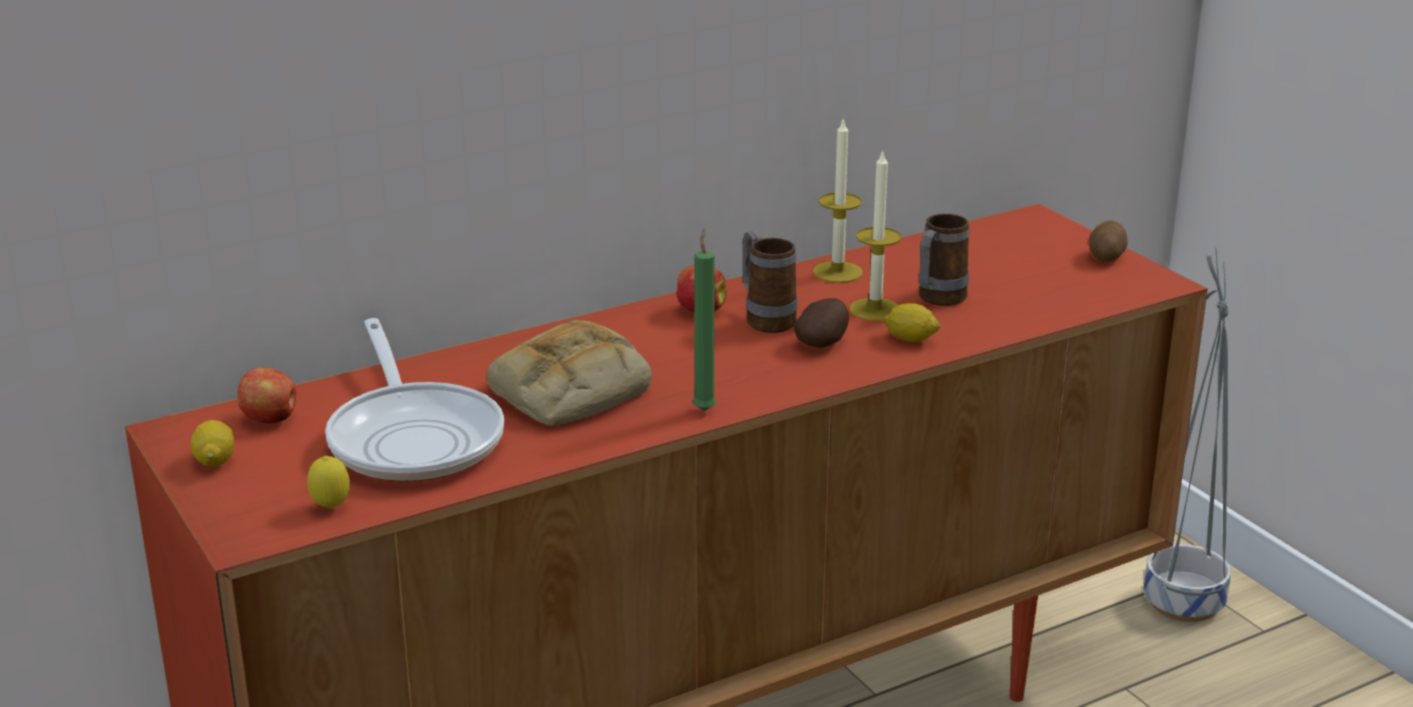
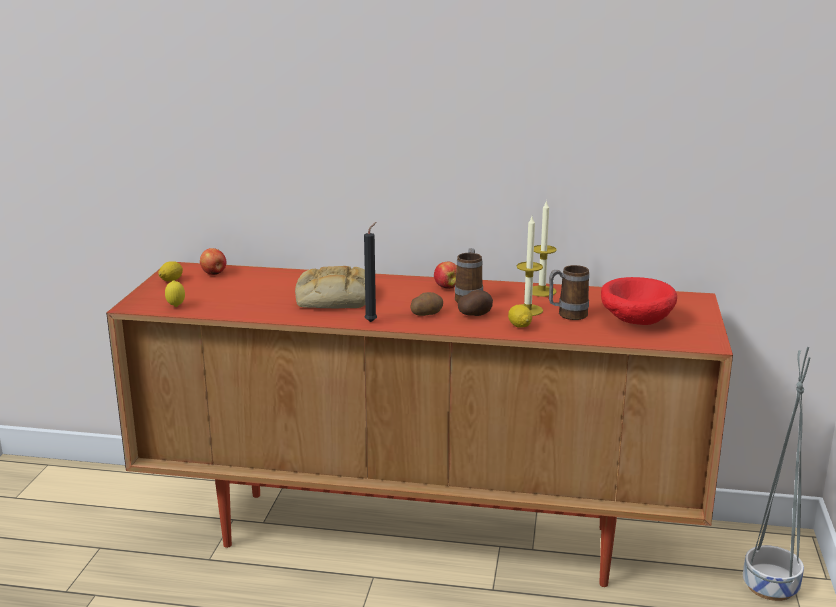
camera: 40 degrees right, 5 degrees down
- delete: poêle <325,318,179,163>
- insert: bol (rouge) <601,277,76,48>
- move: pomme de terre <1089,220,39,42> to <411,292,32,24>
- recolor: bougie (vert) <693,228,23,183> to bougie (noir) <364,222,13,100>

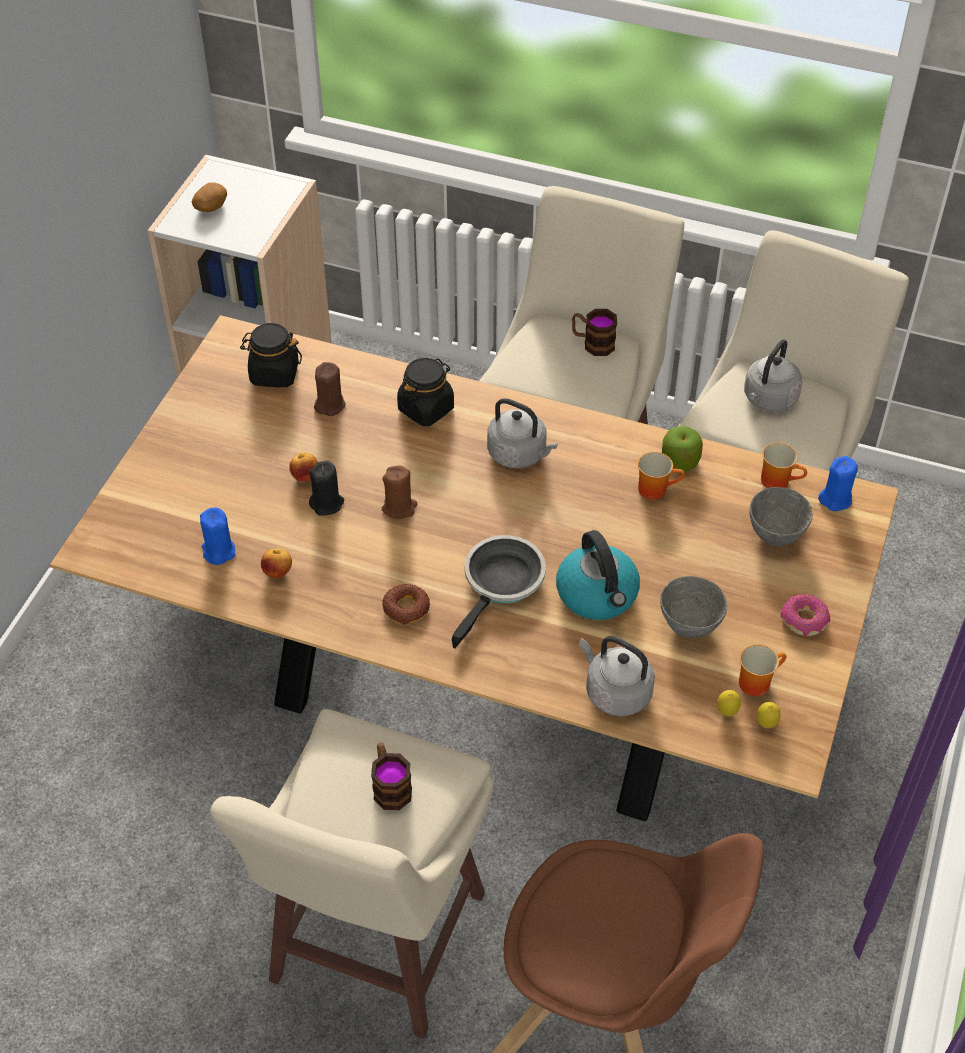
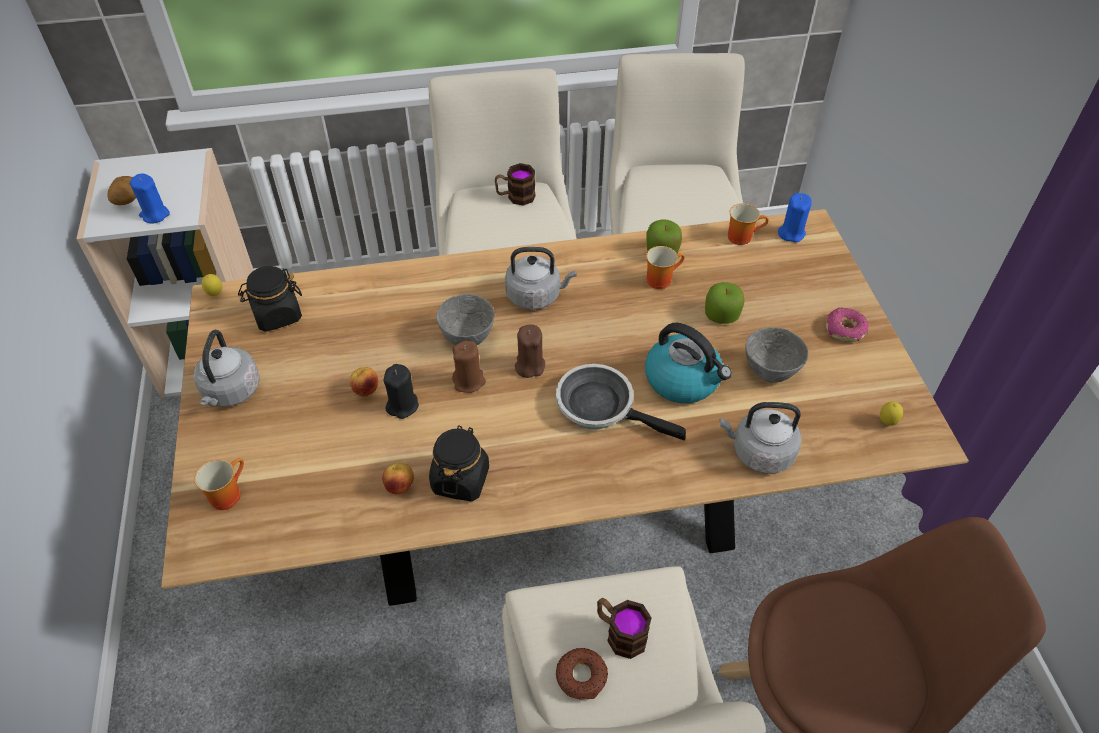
camera: 30 degrees left, 0 degrees up
- insert: pomme <705,282,40,42>
- move: bougie (bleu) <200,508,35,57> to <129,173,41,50>
- move: bougie (marron) <314,362,32,54> to <515,324,30,54>
- move: beignet <383,584,47,41> to <556,648,52,52>
- move: bocal (noir) <397,358,57,68> to <429,425,60,76>
- move: citron <717,690,24,26> to <202,274,20,22>
- move: mug <739,644,48,52> to <194,458,50,52>
- move: bouilloire (gris) <744,339,58,72> to <193,330,67,77>
- move: bol (gris) <749,487,64,59> to <436,294,59,51>
- rotate: poêle <451,535,95,113> = <556,364,130,77> 60 degrees counterclockwise

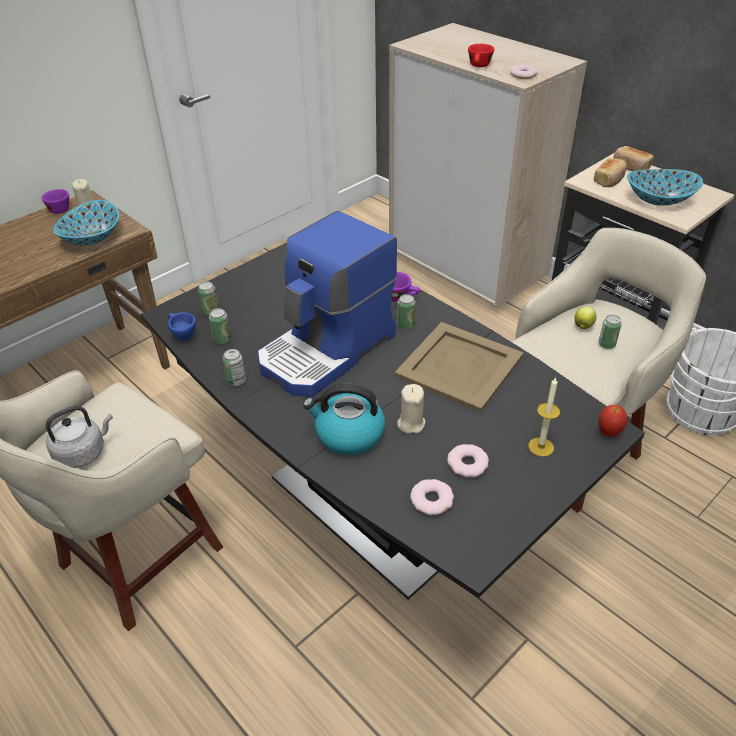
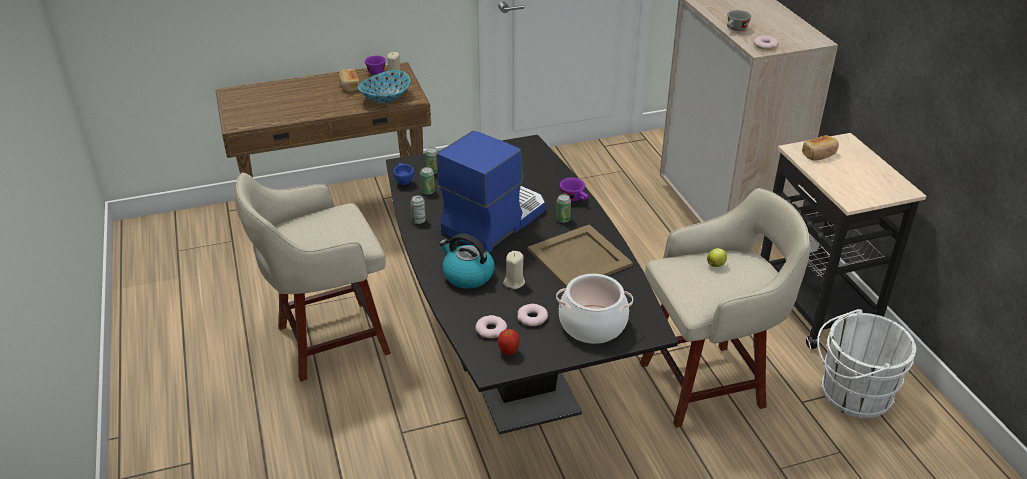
camera: 25 degrees right, 5 degrees down
- delete: bouilloire (gris) <45,406,68,62>
- delete: boîte métallique <598,315,24,34>
- delete: bol <627,169,76,37>
- move: pomme <599,405,28,32> to <497,329,23,26>
- move: pain <613,146,41,25> to <339,69,21,23>
- replace: bougie <528,377,32,80> to marmite <556,274,77,70>
- recolor: tasse (rouge) <468,44,26,23> to tasse (gris) <727,10,24,21>
- rotate: machine à café <258,211,139,186> = <437,131,108,122> 150 degrees clockwise

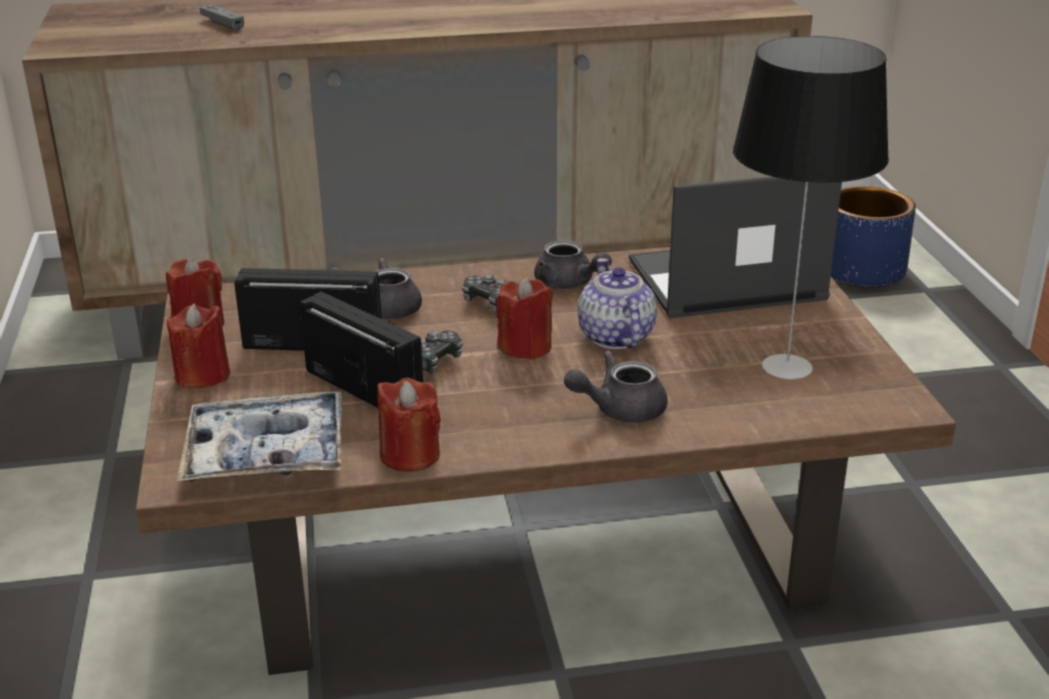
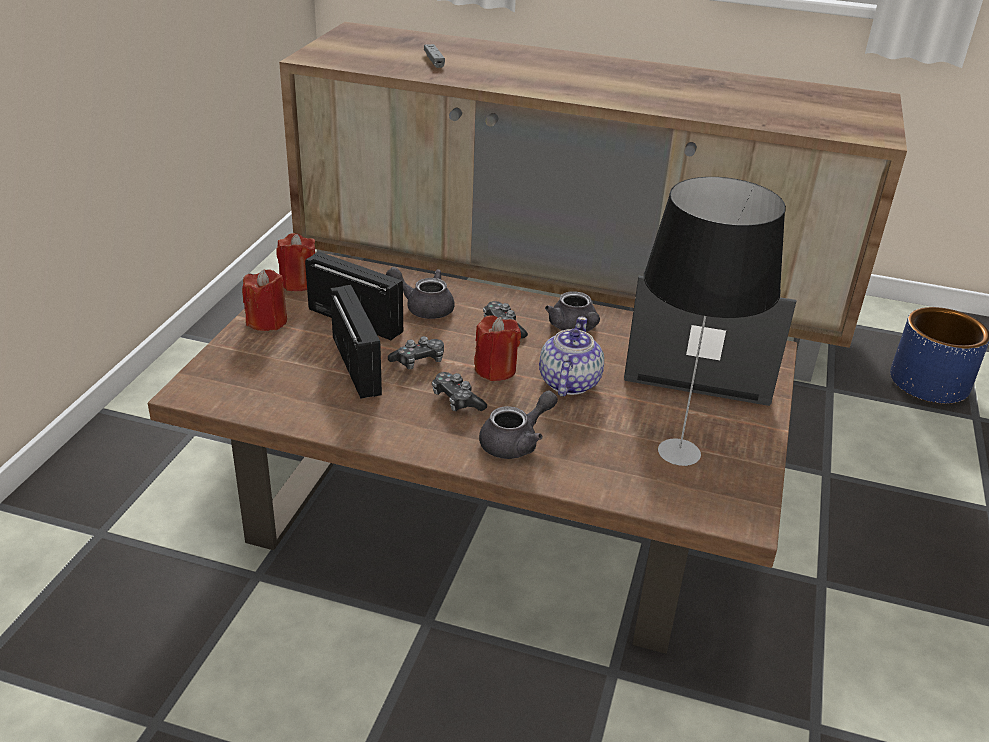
camera: 25 degrees right, 5 degrees up
- delete: plateau <177,391,165,91>
- delete: bougie (rouge) <377,378,64,94>
- insert: manette <432,372,55,39>
- rotate: théière (gris) <564,351,104,72> = <479,391,79,68> 135 degrees clockwise

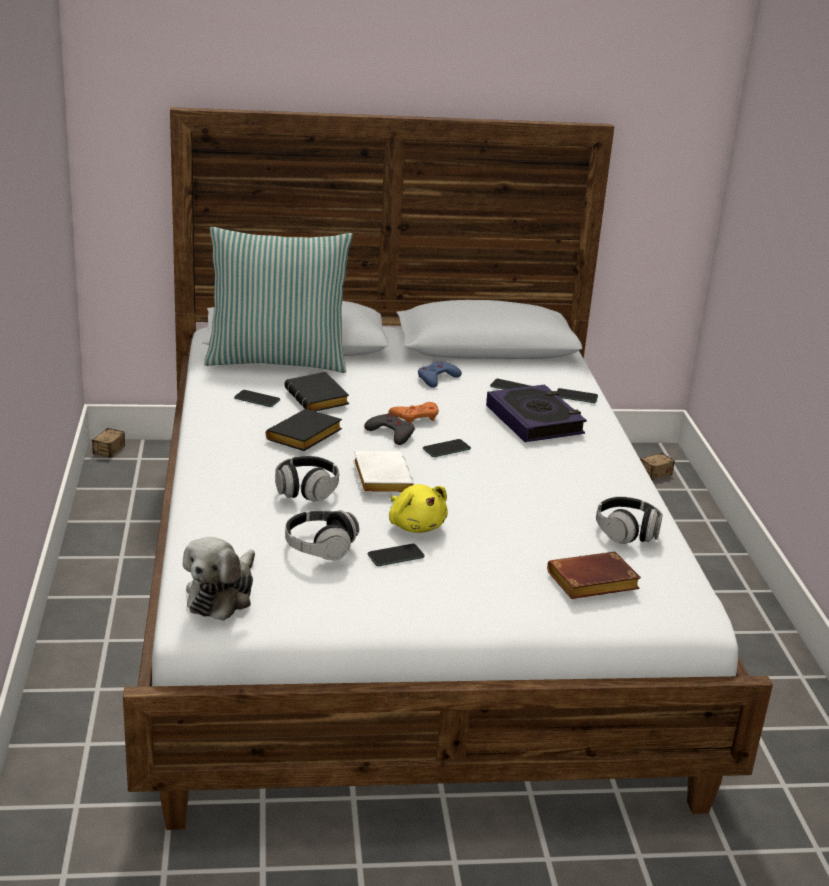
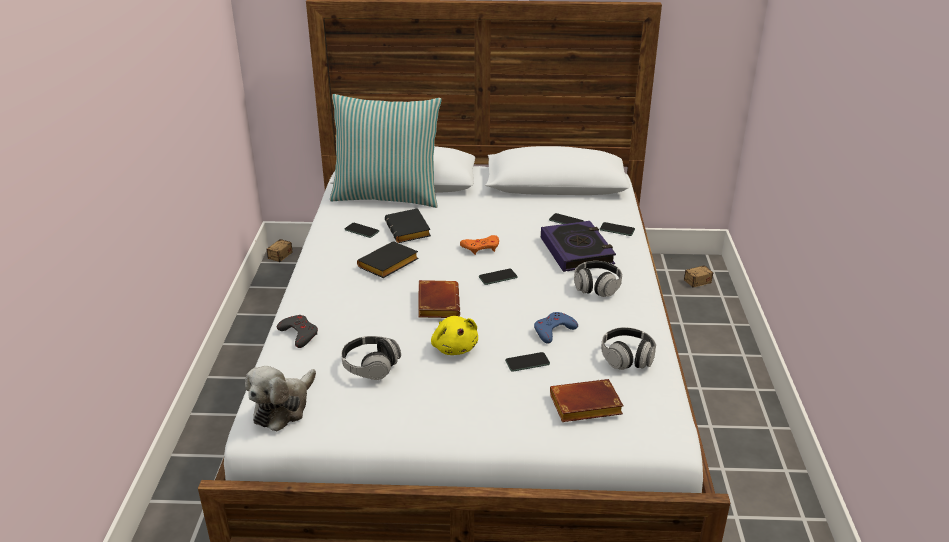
camera: 10 degrees right, 5 degrees up
- move: casque audio <275,456,64,46> to <574,261,48,36>
- move: manette (gris) <364,413,51,32> to <277,315,41,33>
- move: téléphone <368,544,57,22> to <505,352,45,20>
- move: manette (bleu) <418,362,44,26> to <534,312,44,32>
- recolor: livre (blanc) <353,451,62,42> to livre (marron) <418,280,42,38>

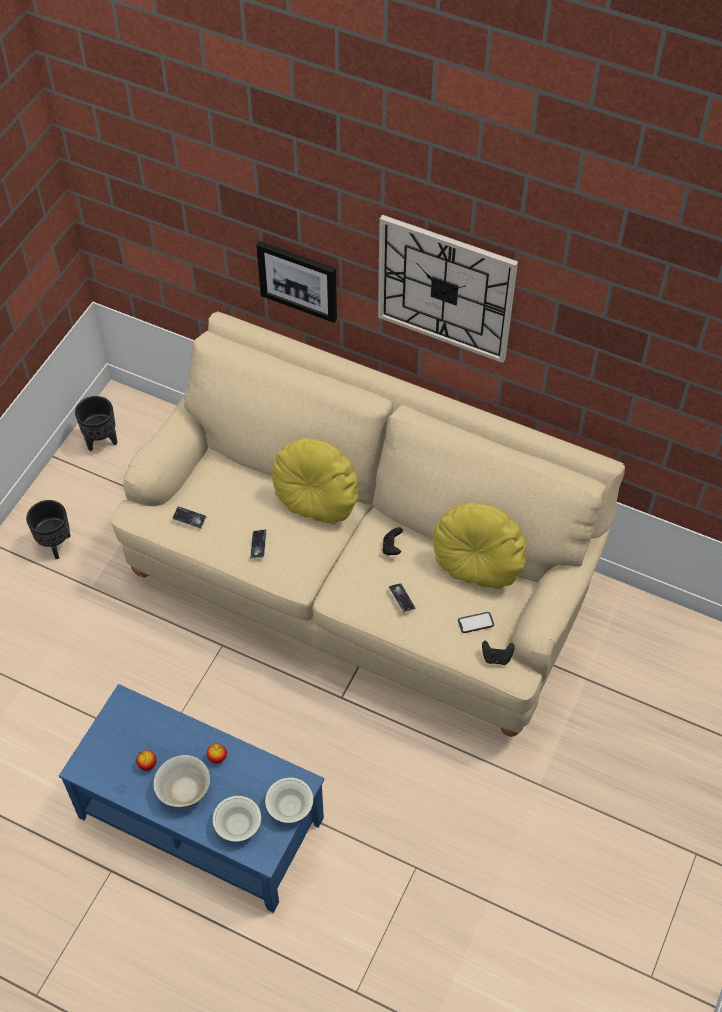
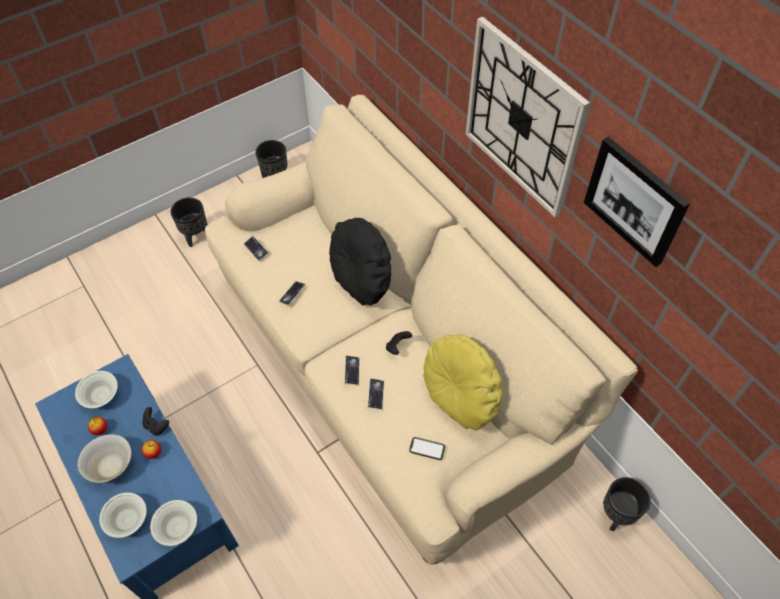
camera: 30 degrees right, 0 degrees up
- insert: bol (blanc) <75,371,43,37>
- insert: téléphone <344,356,16,29>
- insert: cache-pot (noir) <603,477,48,54>
- move: tableau <256,241,81,82> to <584,136,106,131>
- move: manette (noir) <482,640,33,25> to <143,407,26,29>
- recolor: coussin (jaune) <272,438,87,87> to coussin (noir) <329,218,62,87>

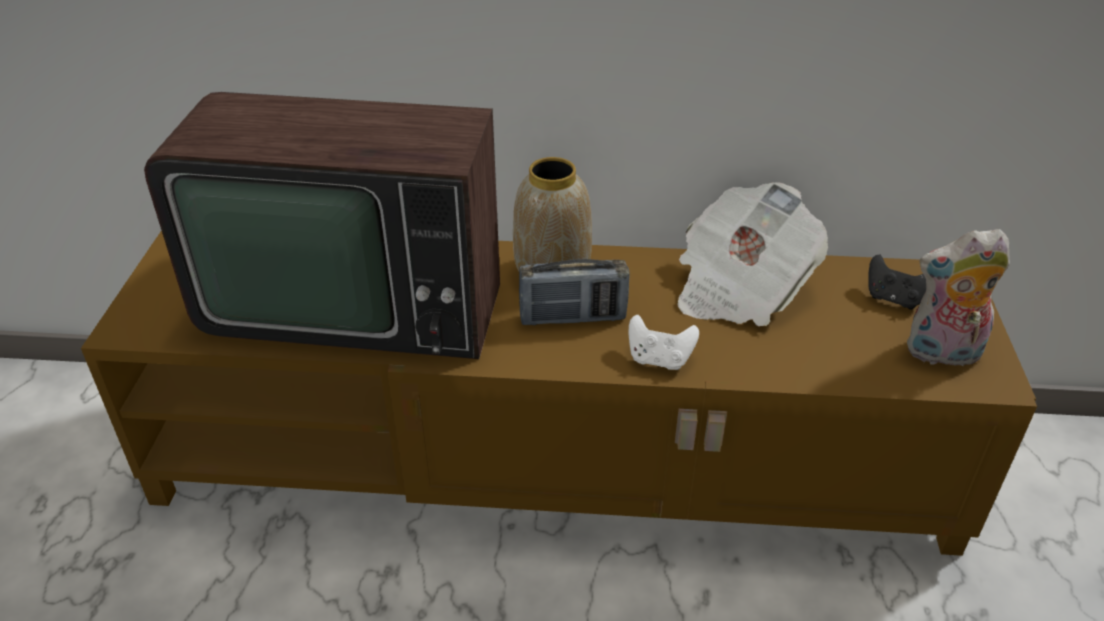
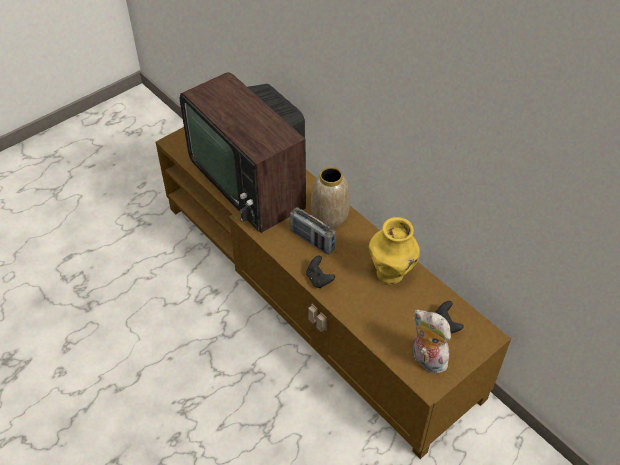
camera: 45 degrees right, 10 degrees up
- replace: journal <677,182,151,144> to vase (jaune) <369,217,51,68>
- recolor: manette (blanc) <629,315,70,55> to manette (noir) <306,256,29,32>

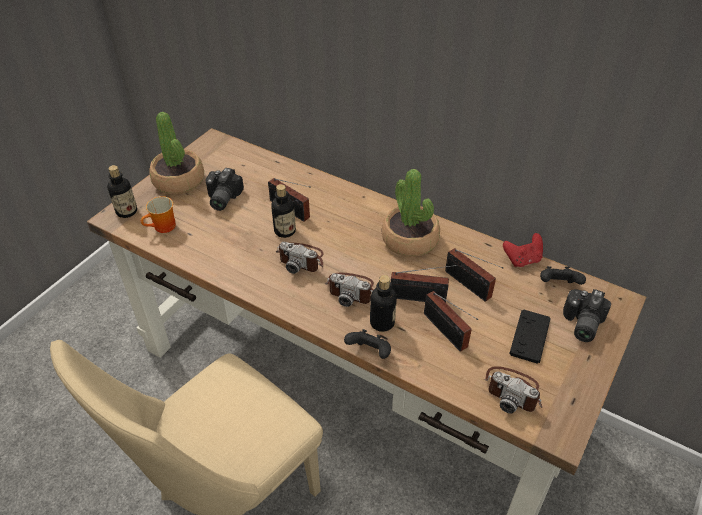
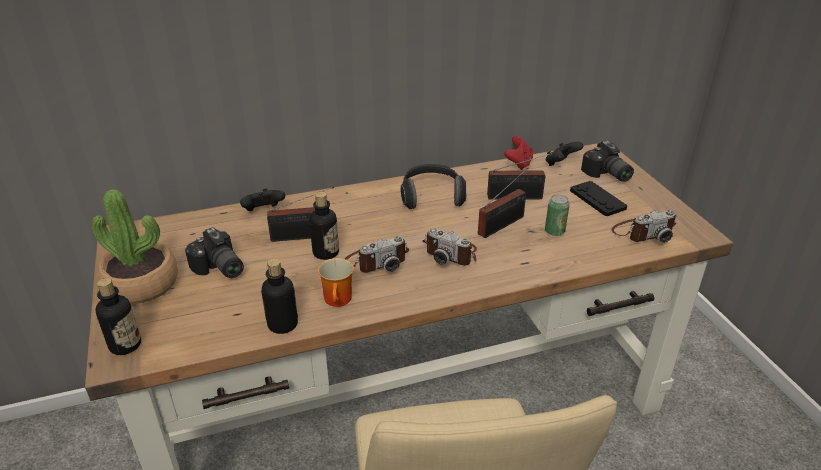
camera: 50 degrees left, 10 degrees down
- move: mug <141,196,35,37> to <318,258,36,49>
- move: manette (noir) <344,329,47,30> to <240,189,45,22>
- move: bouteille <370,275,27,57> to <261,259,37,75>
- replace: plante en pot <382,169,58,88> to casque audio <400,164,67,45>
- replace: radio <424,291,54,61> to boîte métallique <545,194,25,42>
- rotate: appareil photo <325,273,49,34> = <422,228,55,38> 60 degrees clockwise

